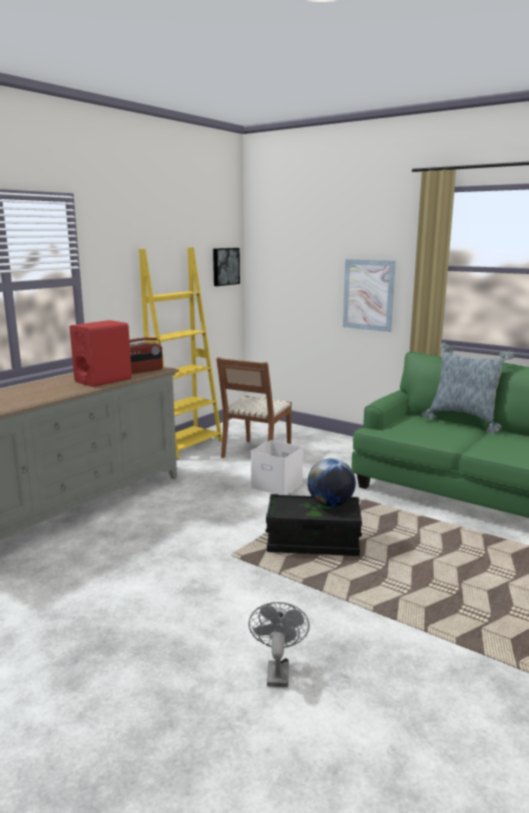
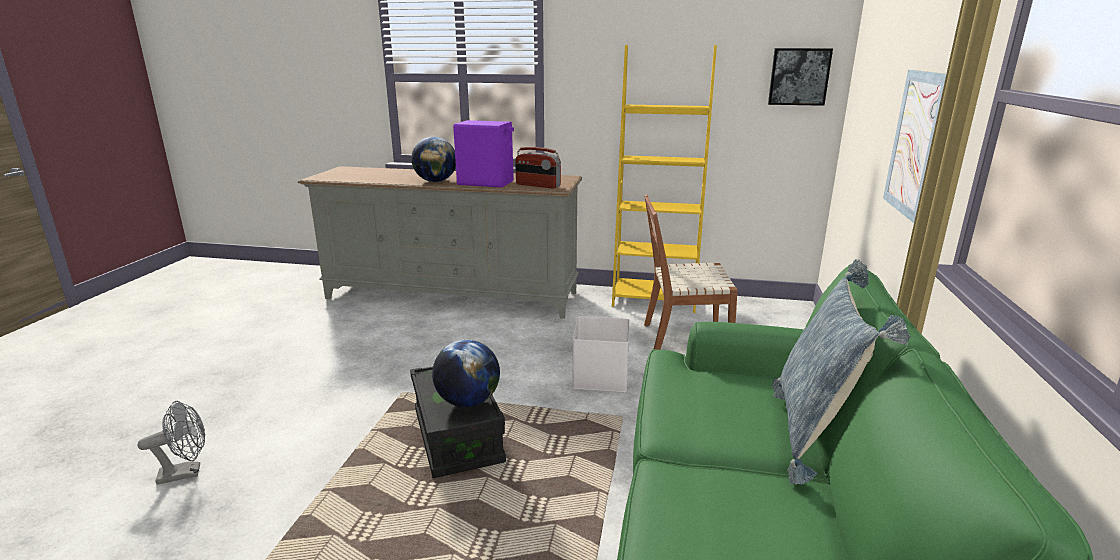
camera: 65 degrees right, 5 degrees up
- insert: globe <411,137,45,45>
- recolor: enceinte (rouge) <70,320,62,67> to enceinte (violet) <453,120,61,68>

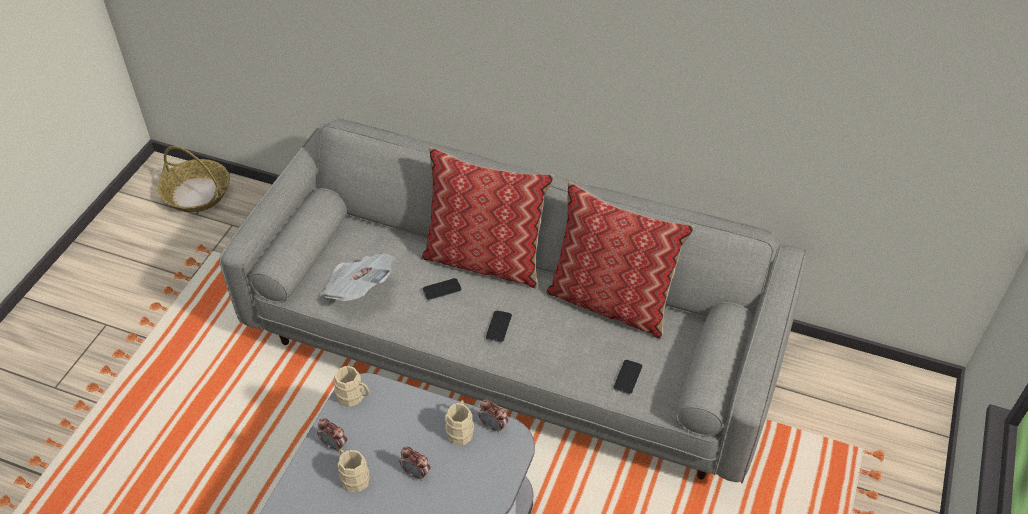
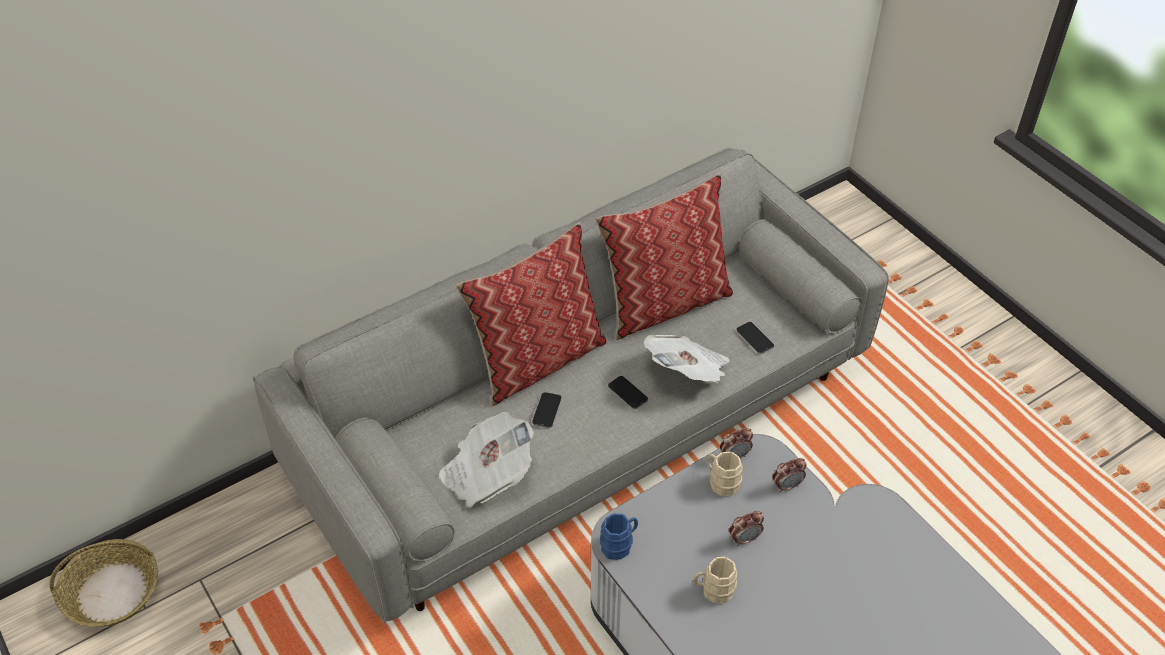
camera: 55 degrees left, 0 degrees up
- insert: journal <644,335,86,48>
- move: réveil <317,418,30,34> to <772,458,35,34>
- recolor: mug (beige) <333,366,37,41> to mug (bleu) <600,513,38,47>

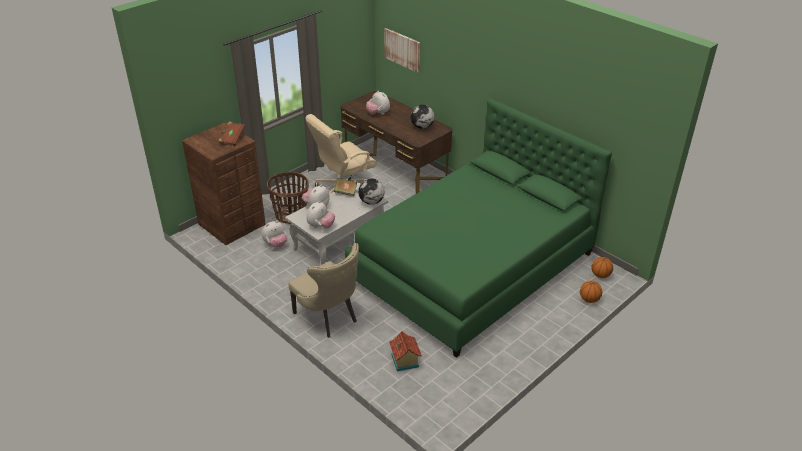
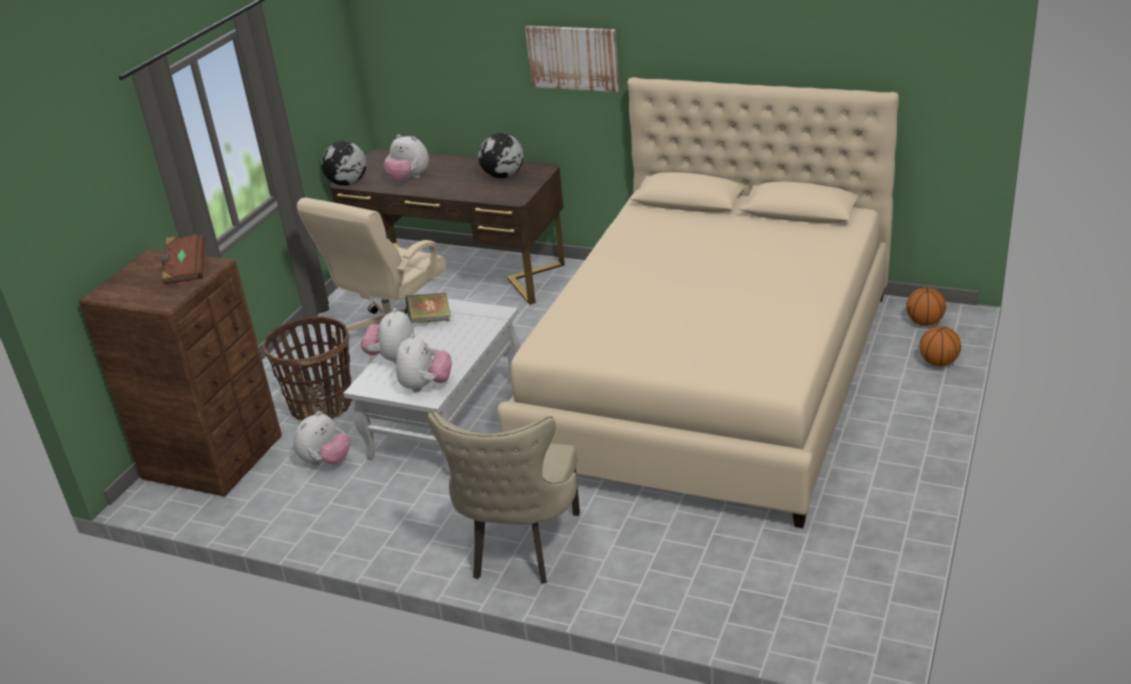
camera: 20 degrees left, 5 degrees down
- delete: maison miniature <389,331,33,40>
- move: globe <358,178,27,27> to <321,141,46,45>
- move: tableau <384,28,36,45> to <525,26,94,66>
- recolor: lit (vert) <345,98,267,260> to lit (beige) <498,77,401,451>
- rotate: chaise (beige) <289,243,70,95> = <428,412,152,172> 75 degrees clockwise

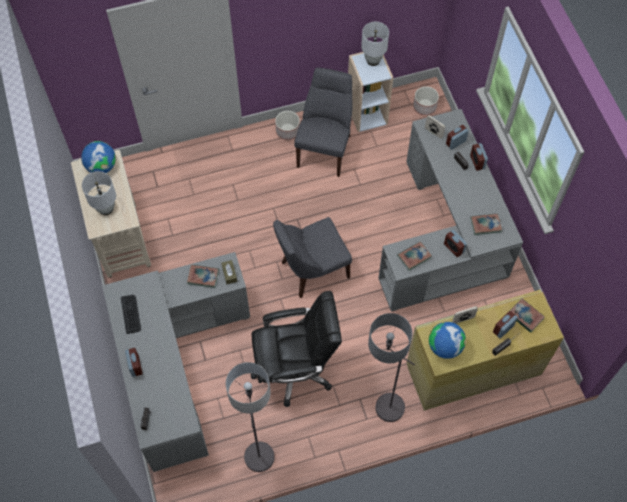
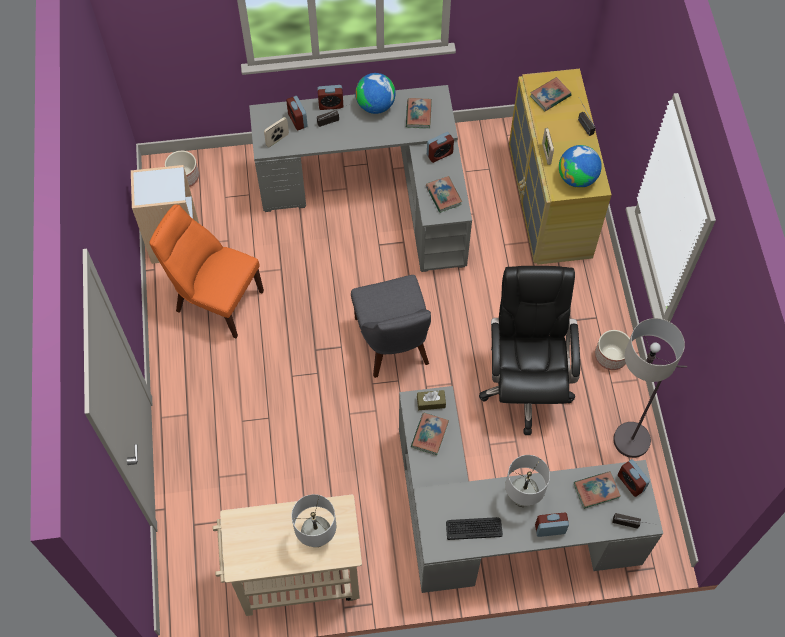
camera: 80 degrees left, 0 degrees up
- delete: lampadaire (gris) <368,313,47,109>
- insert: livre <574,471,47,38>
- move: globe <81,141,35,32> to <355,73,41,41>
- move: cache-pot <275,111,25,29> to <595,330,35,40>
- move: lampe de table (blanc) <361,21,28,45> to <505,455,45,52>
- move: réveil <493,311,25,28> to <618,459,32,38>
- recolor: chaise (gris) <294,68,59,109> to chaise (orange) <150,205,114,133>

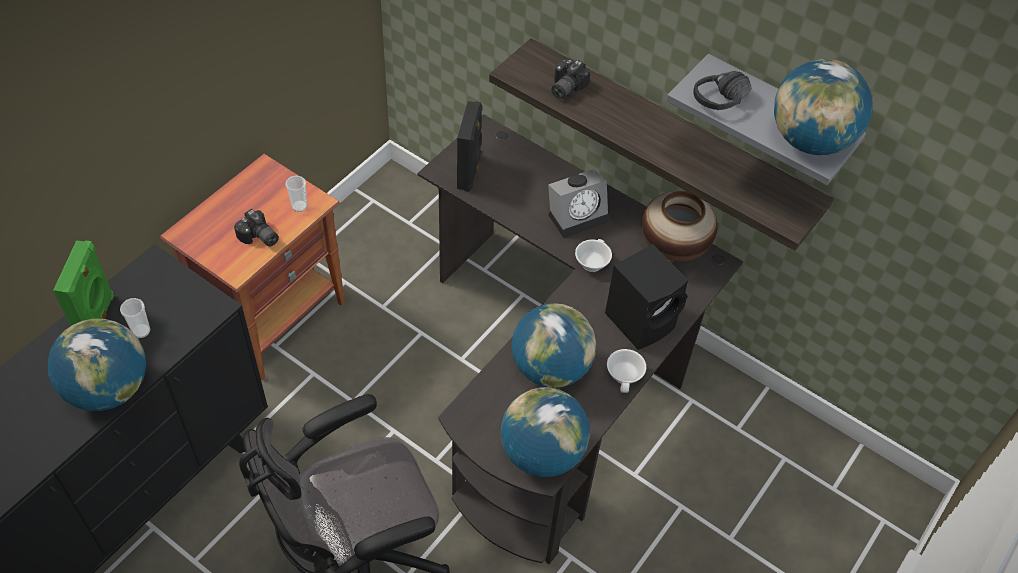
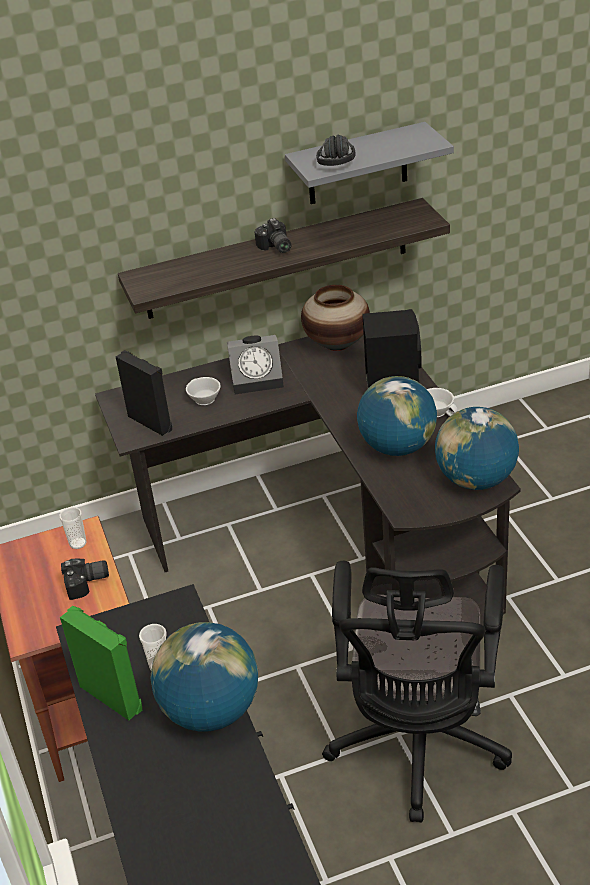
camera: 50 degrees left, 15 degrees down
- delete: globe <774,59,98,96>
- move: appareil photo <551,59,39,40> to <255,218,36,35>
- move: tasse (blanc) <575,239,37,33> to <186,377,35,28>
- rotate: réveil <548,169,60,69> = <227,335,57,59> 75 degrees clockwise

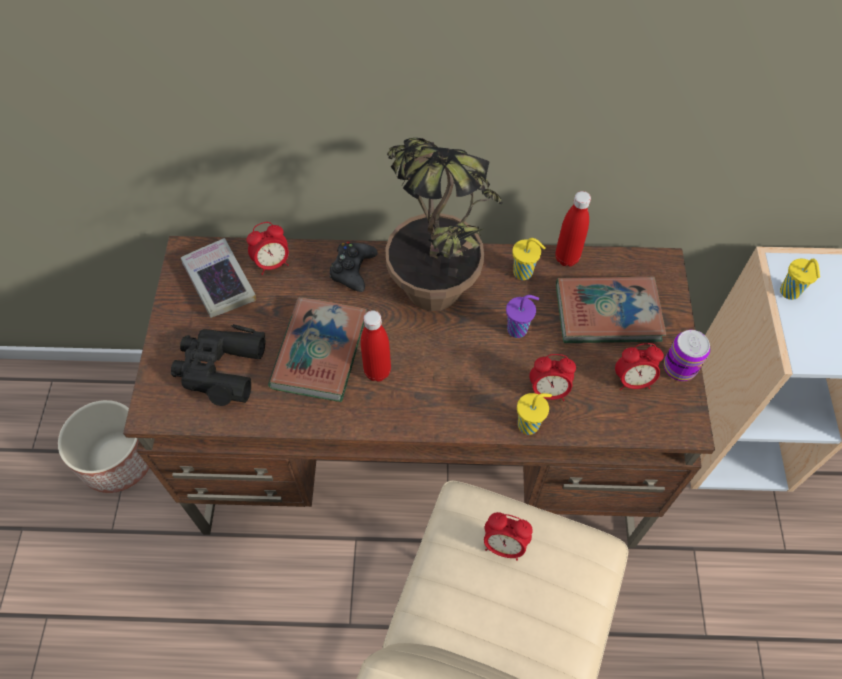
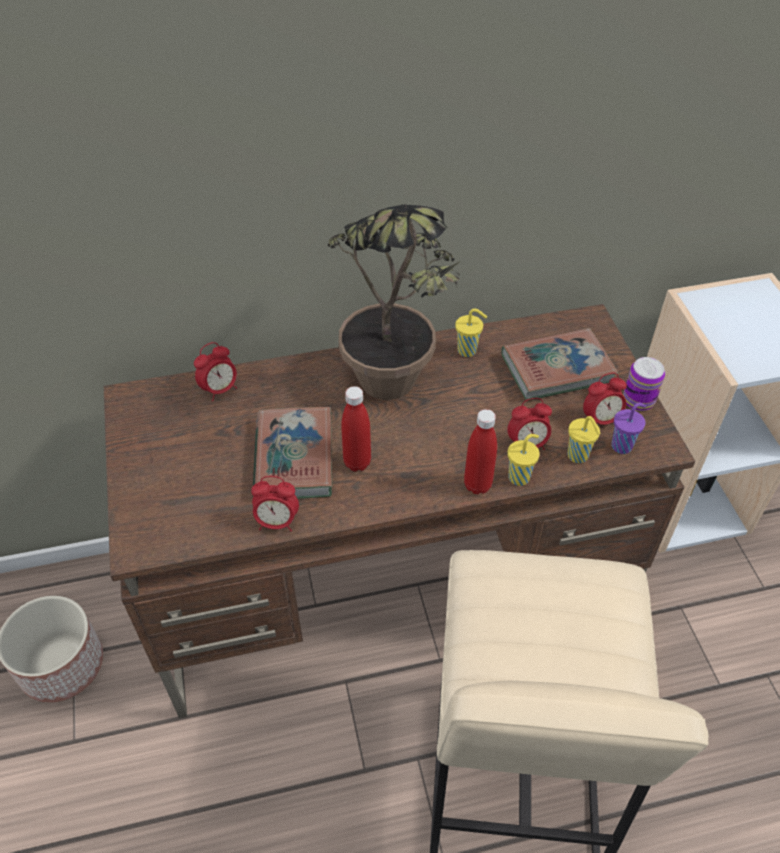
camera: 15 degrees left, 10 degrees down
- delete: jumelles (noir) <171,324,94,82>
- delete: livre <181,238,75,80>
- delete: manette (noir) <330,242,48,50>
- move: réveil <484,512,49,49> to <251,476,48,56>
- move: tasse (violet) <506,295,33,43> to <611,403,35,51>
- move: bouteille (rouge) <555,191,36,76> to <464,409,33,85>
- move: tasse (jaune) <780,259,40,41> to <567,416,33,47>

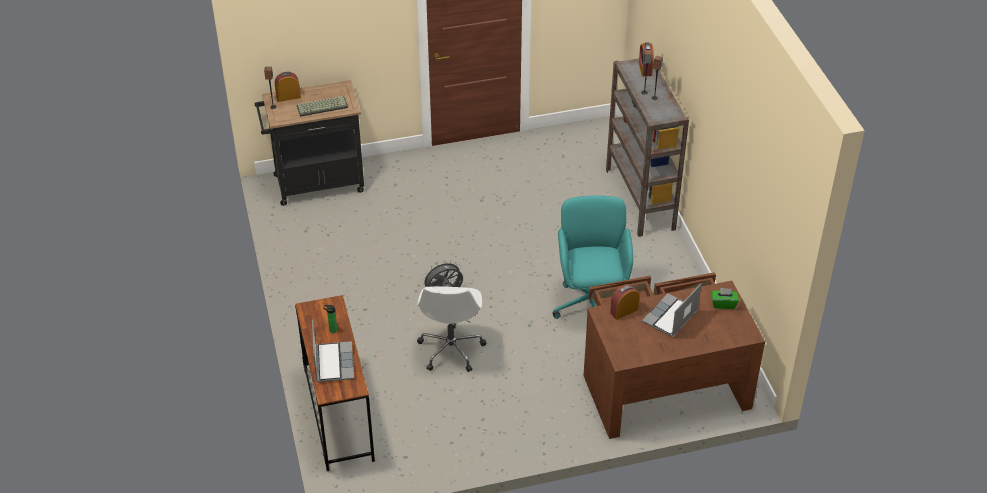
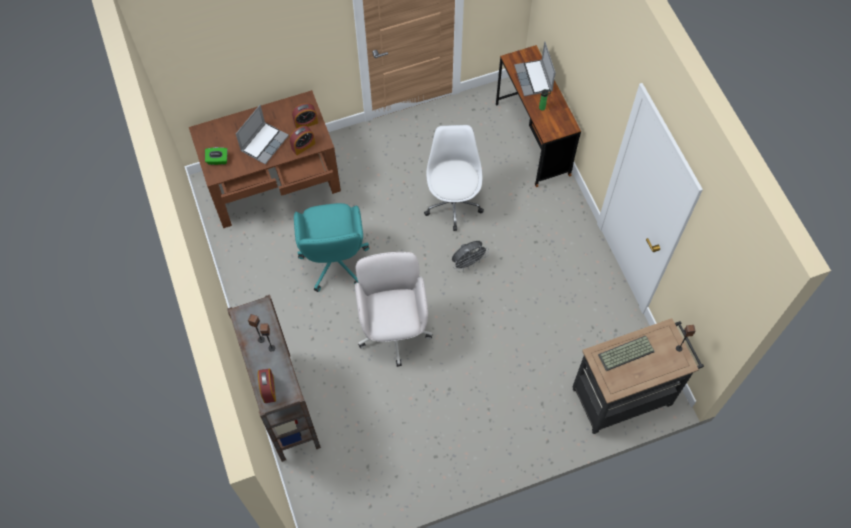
camera: 175 degrees right, 20 degrees up
- insert: chaise de bureau (blanc) <355,252,77,115>
- move: réveil <275,72,26,30> to <292,103,26,26>

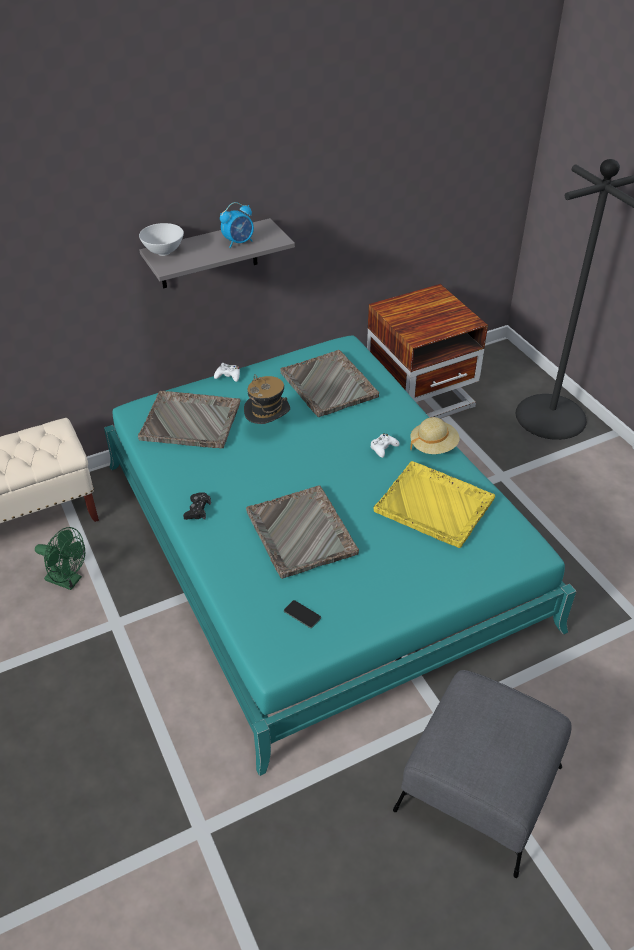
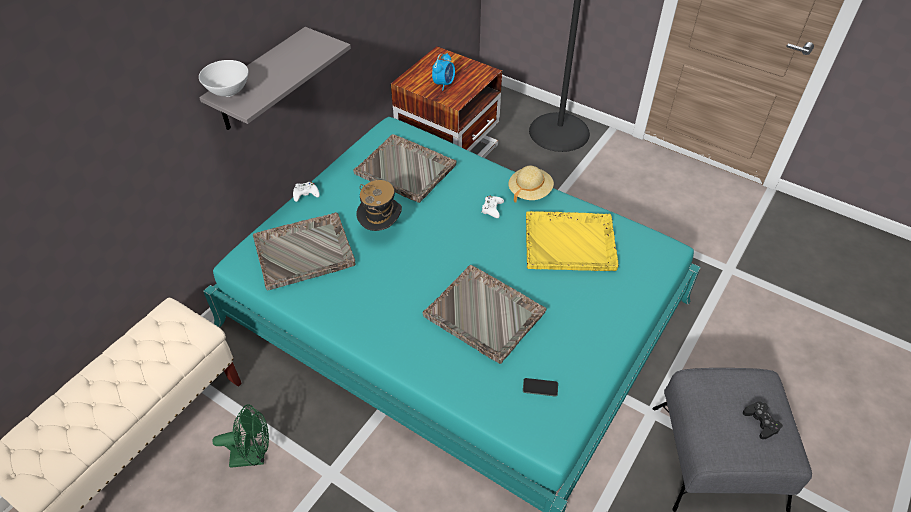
camera: 30 degrees left, 5 degrees up
- move: manette (noir) <183,492,28,28> to <743,401,40,38>
- move: réveil <220,202,34,46> to <432,53,23,38>

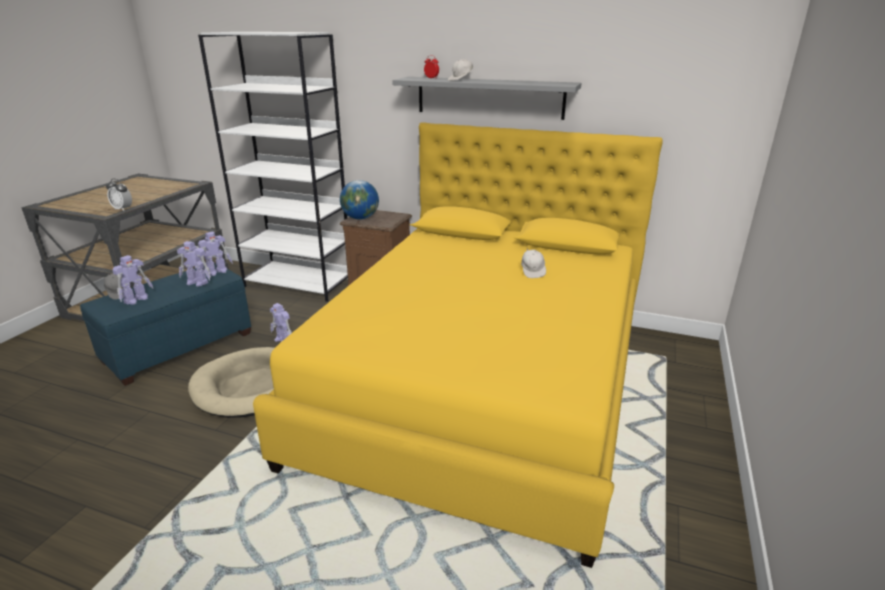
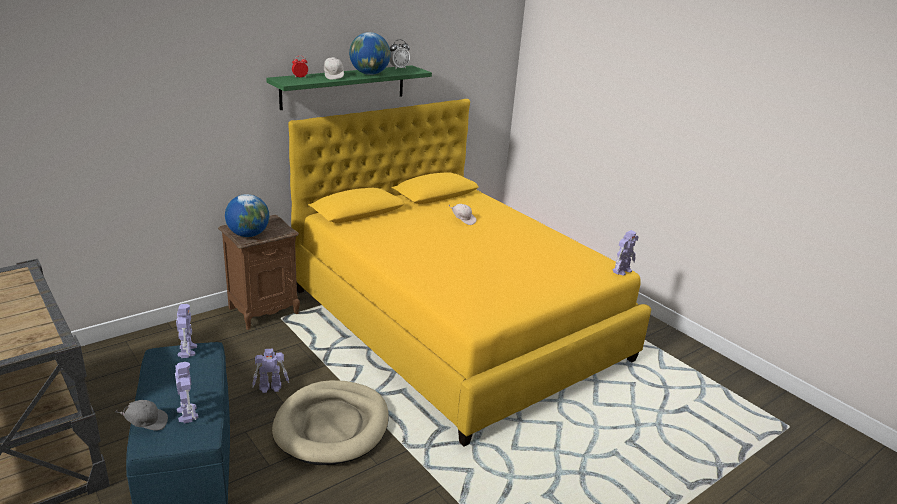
camera: 60 degrees left, 0 degrees up
- delete: bibliothèque (blanc) <198,32,150,270>
- insert: globe <349,32,42,43>
- move: réveil <106,179,26,32> to <389,40,21,30>
- move: robot jouet <177,241,34,46> to <613,230,25,46>
- recolor: étagère (gris) <392,77,190,43> to étagère (vert) <266,65,166,45>

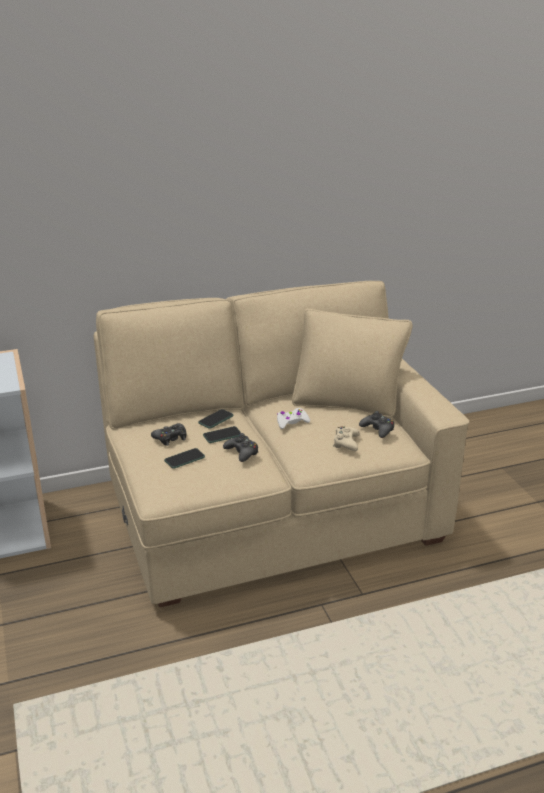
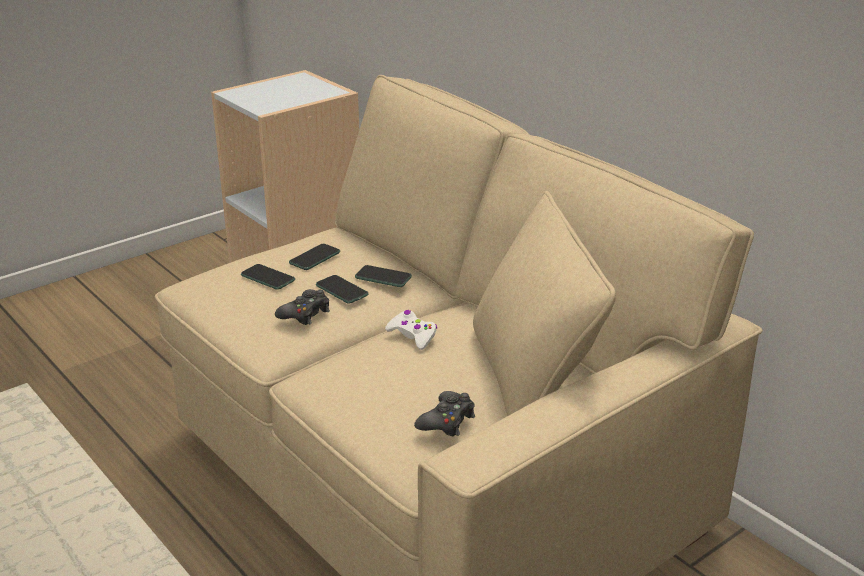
camera: 70 degrees right, 0 degrees up
- delete: manette (beige) <333,426,27,25>
- replace: manette (noir) <151,423,35,23> to téléphone <289,244,51,26>

